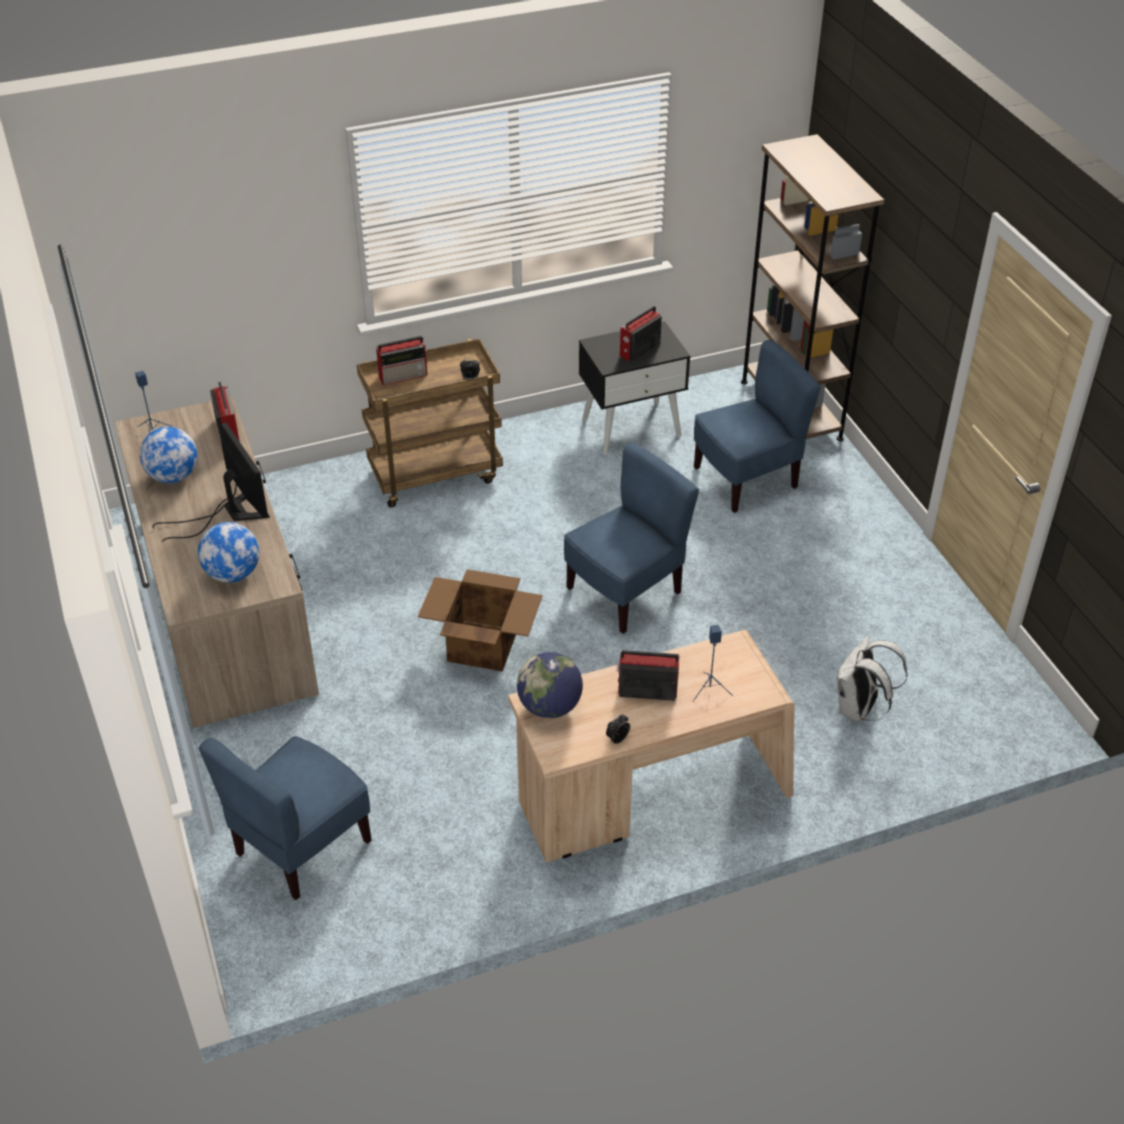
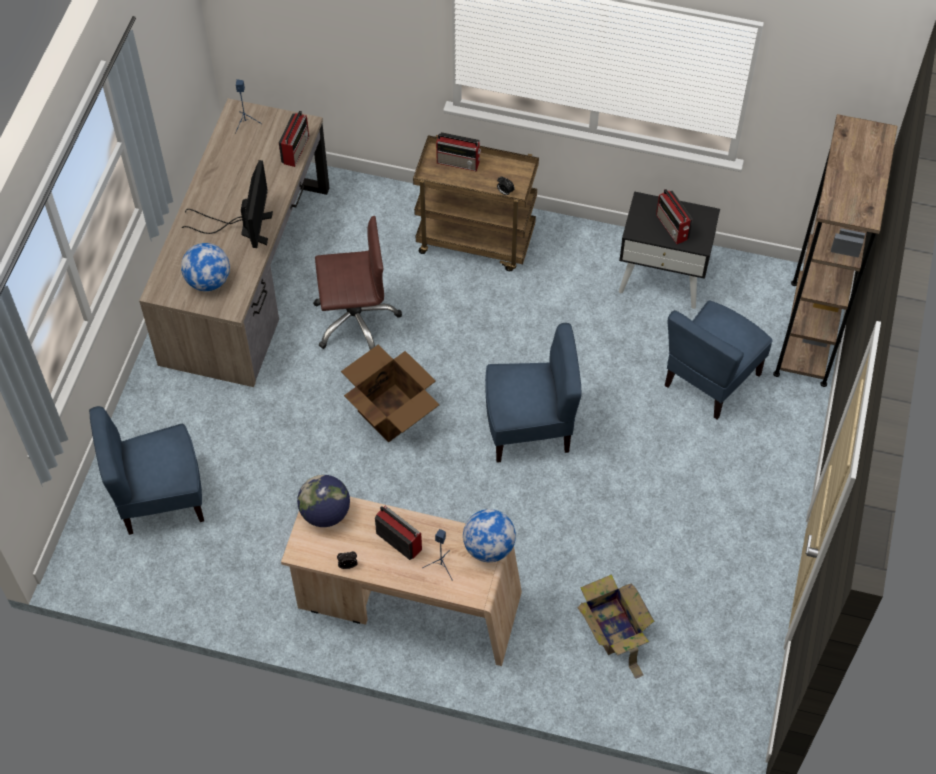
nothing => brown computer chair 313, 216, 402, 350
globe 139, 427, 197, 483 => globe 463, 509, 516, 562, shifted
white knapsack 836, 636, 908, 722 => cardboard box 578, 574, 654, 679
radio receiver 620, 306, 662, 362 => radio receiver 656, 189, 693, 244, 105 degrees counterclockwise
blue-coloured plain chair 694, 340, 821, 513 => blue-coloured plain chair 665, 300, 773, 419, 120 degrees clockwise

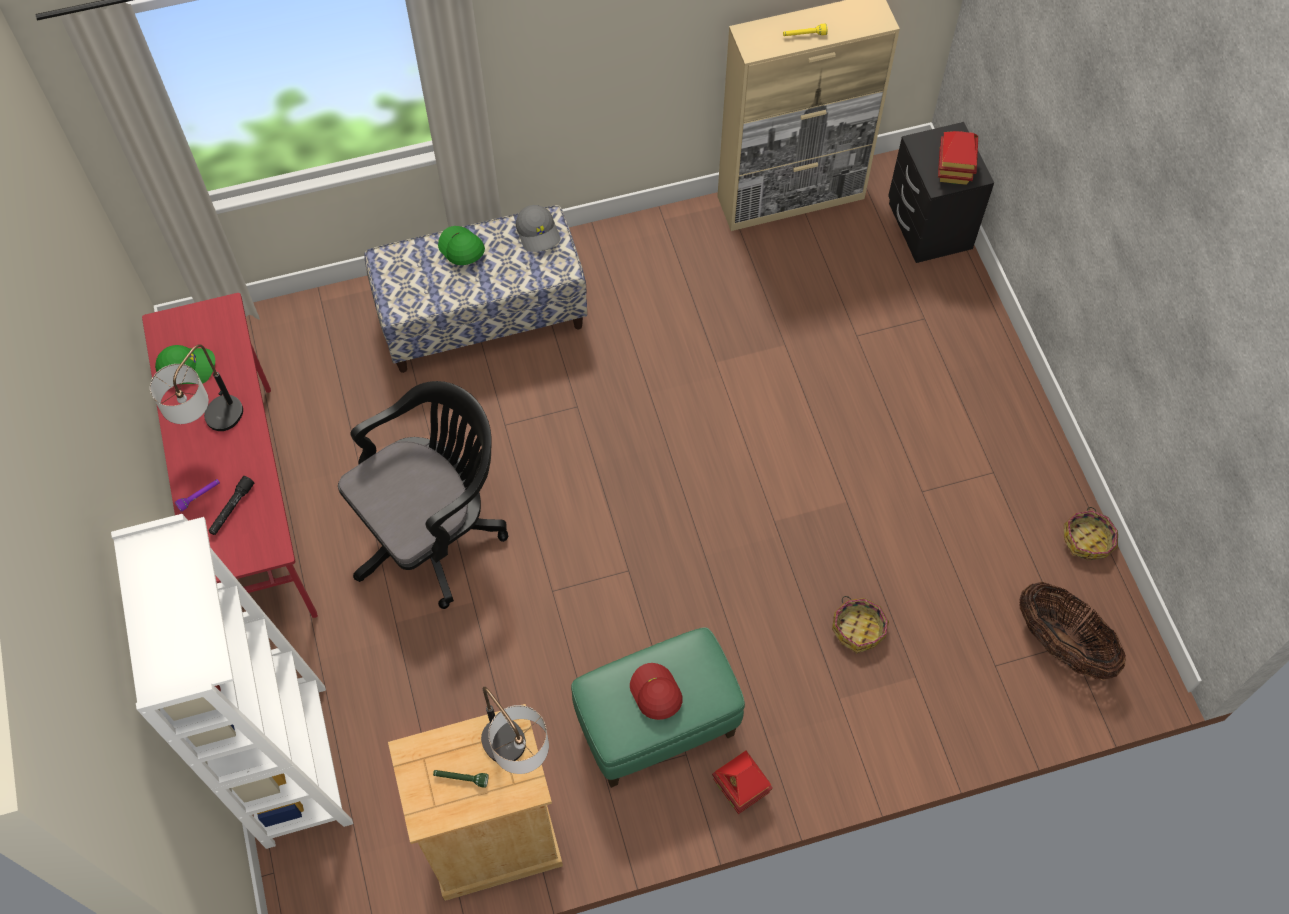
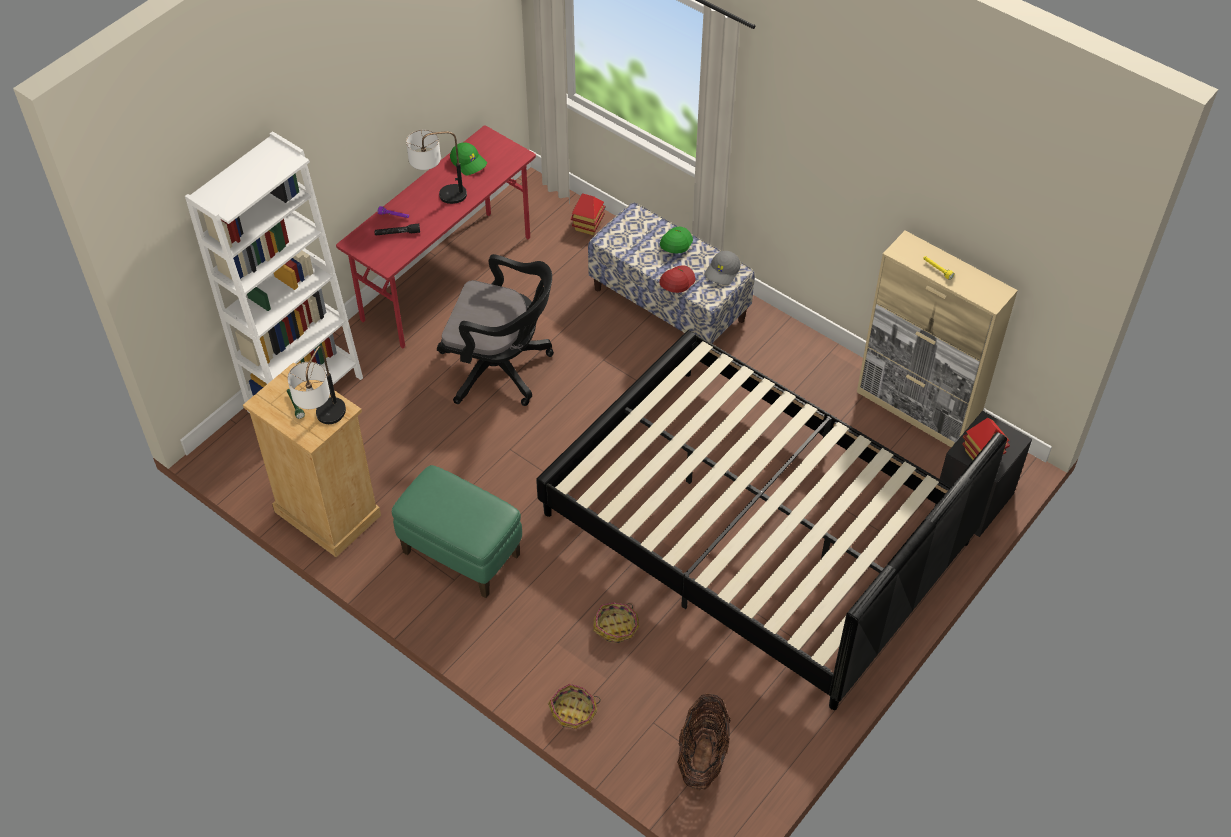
nothing => blackish bed 536, 330, 1007, 710
household basket 1064, 507, 1118, 561 => household basket 548, 684, 601, 729, shifted
miniature house 712, 751, 773, 814 => miniature house 571, 193, 605, 235, shifted
red baseball cap 630, 663, 683, 720 => red baseball cap 659, 265, 695, 293, shifted

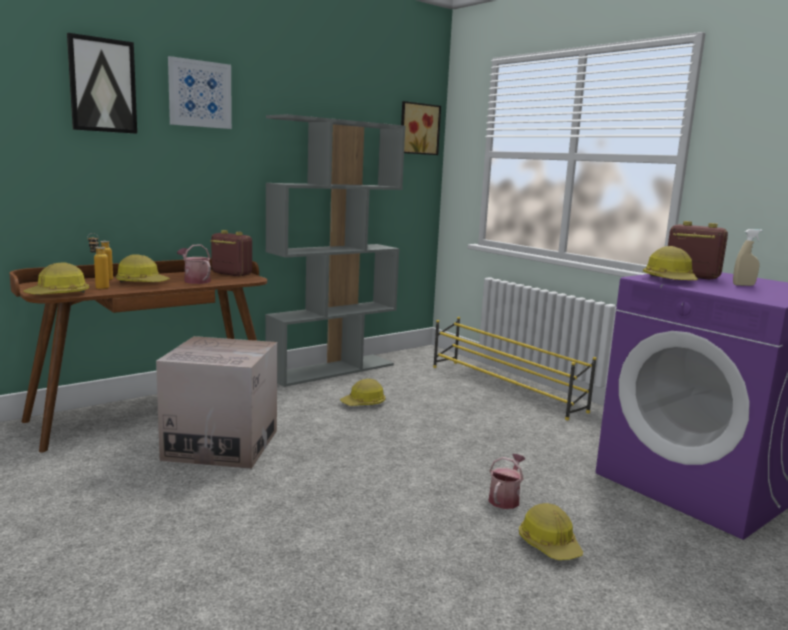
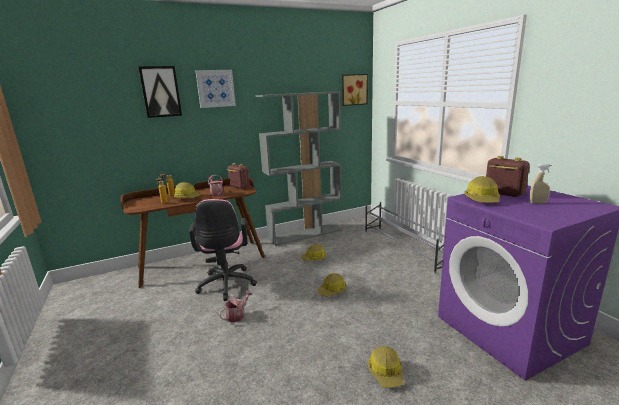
cardboard box 156, 336, 277, 469 => pinkish computer chair 189, 199, 257, 301
watering pot 489, 454, 526, 509 => watering pot 219, 291, 253, 322, shifted
safety helmet 23, 262, 89, 295 => safety helmet 317, 273, 346, 296, shifted
yellow-coloured shoe stand 433, 317, 596, 420 => gray shoe stand 365, 202, 445, 274

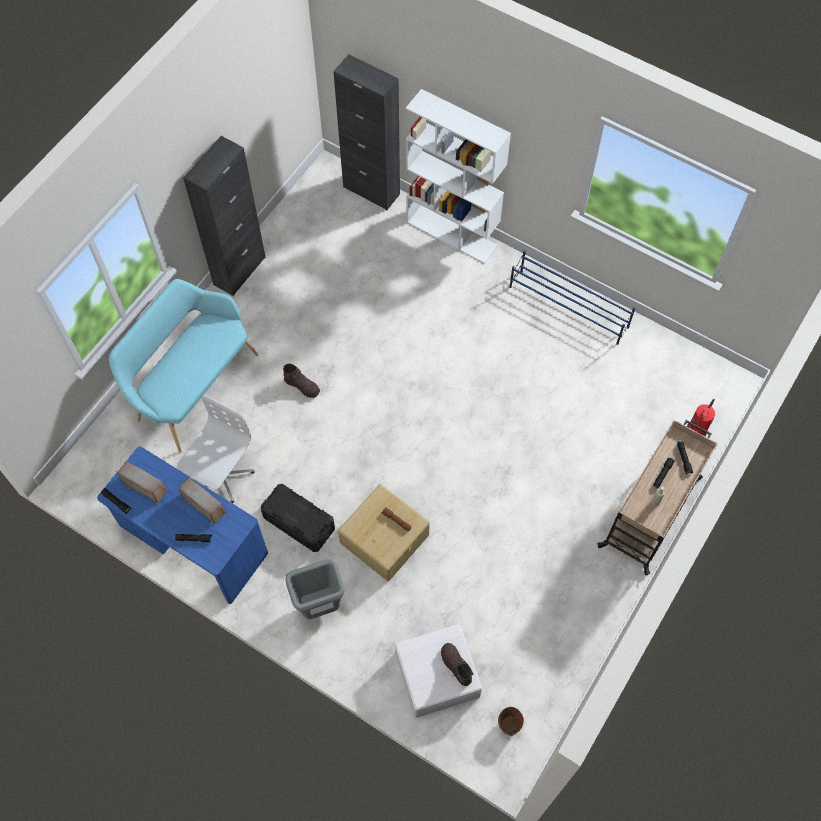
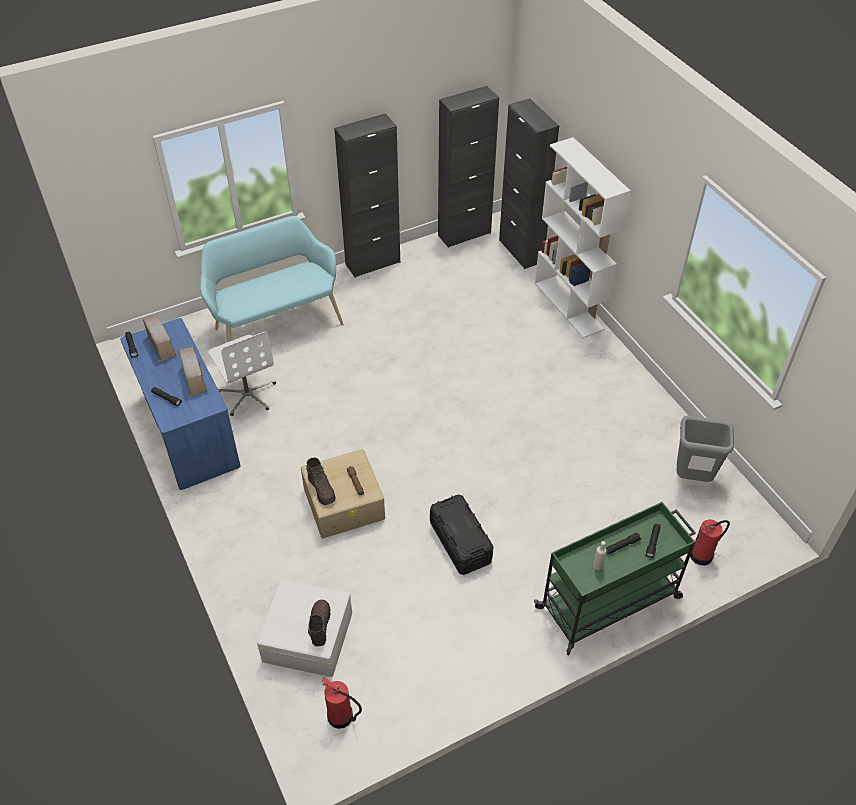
white computer chair 177, 395, 254, 503 => white computer chair 208, 332, 276, 416, 90 degrees clockwise
brown tall boot 283, 364, 320, 398 => brown tall boot 306, 457, 336, 505, shifted
brown water bucket 498, 707, 524, 736 => extinguisher 322, 678, 362, 729
blackish storage box 261, 484, 335, 552 => blackish storage box 430, 494, 493, 575, shifted
nothing => blackish cupboard 438, 86, 499, 248
beige-coloured cart 597, 420, 718, 575 => green cart 534, 502, 696, 655
gray trash can 285, 559, 345, 619 => gray trash can 677, 415, 734, 482, shifted
blue-coloured shoe stand 509, 250, 635, 345 => nothing

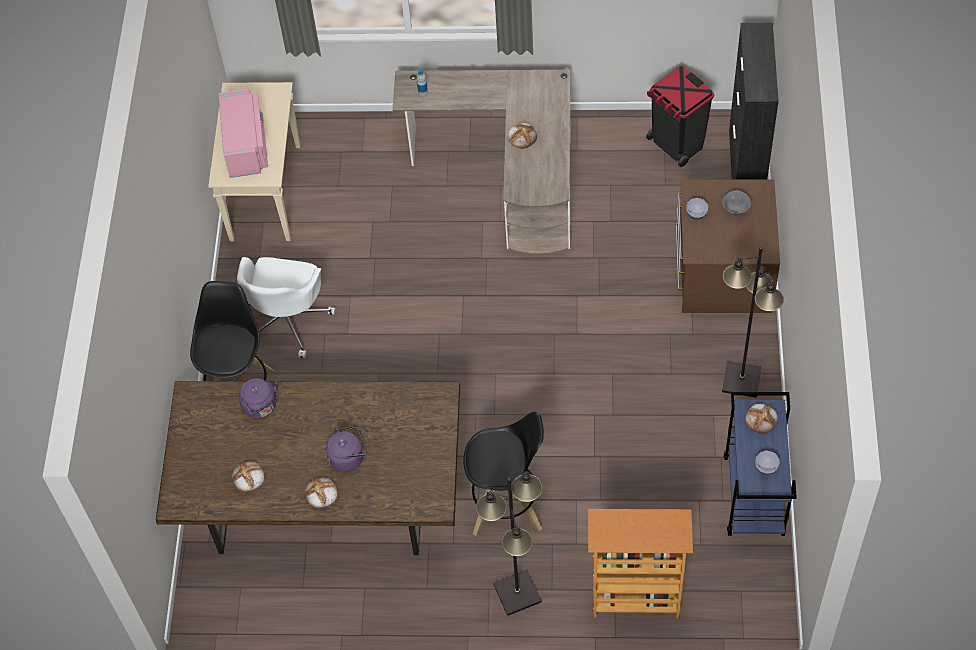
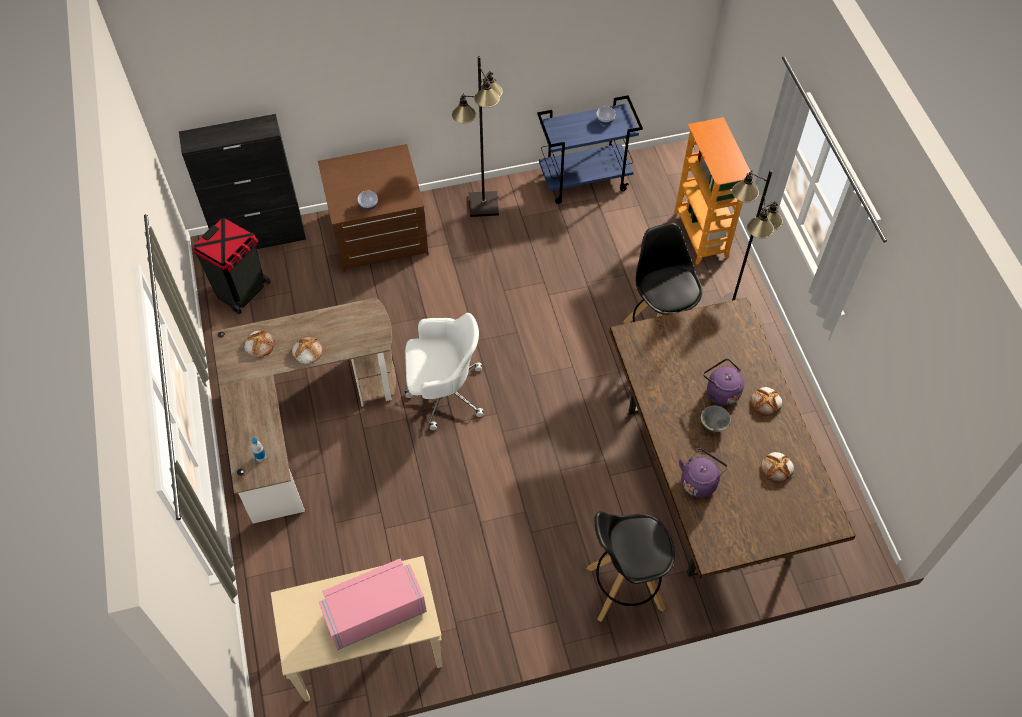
bread 745, 404, 778, 434 => bread 244, 331, 275, 357, shifted
white computer chair 237, 257, 336, 358 => white computer chair 404, 313, 483, 430, shifted
gray bowl 723, 190, 751, 215 => gray bowl 701, 405, 731, 432, shifted

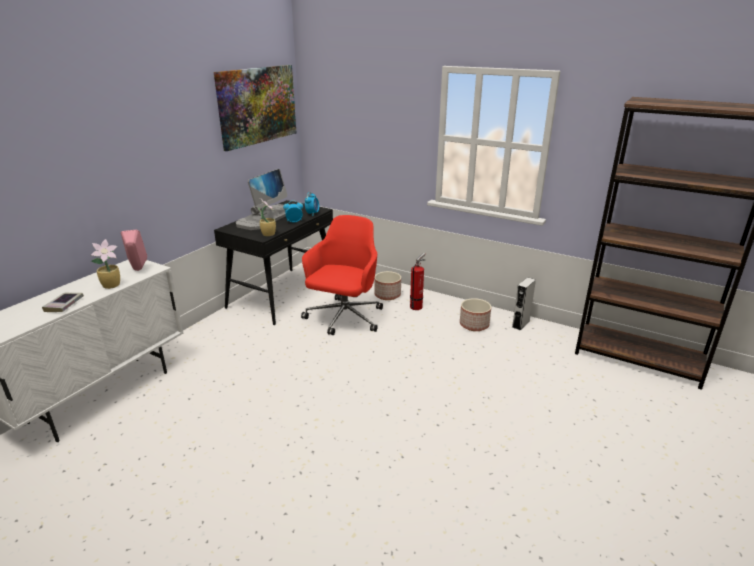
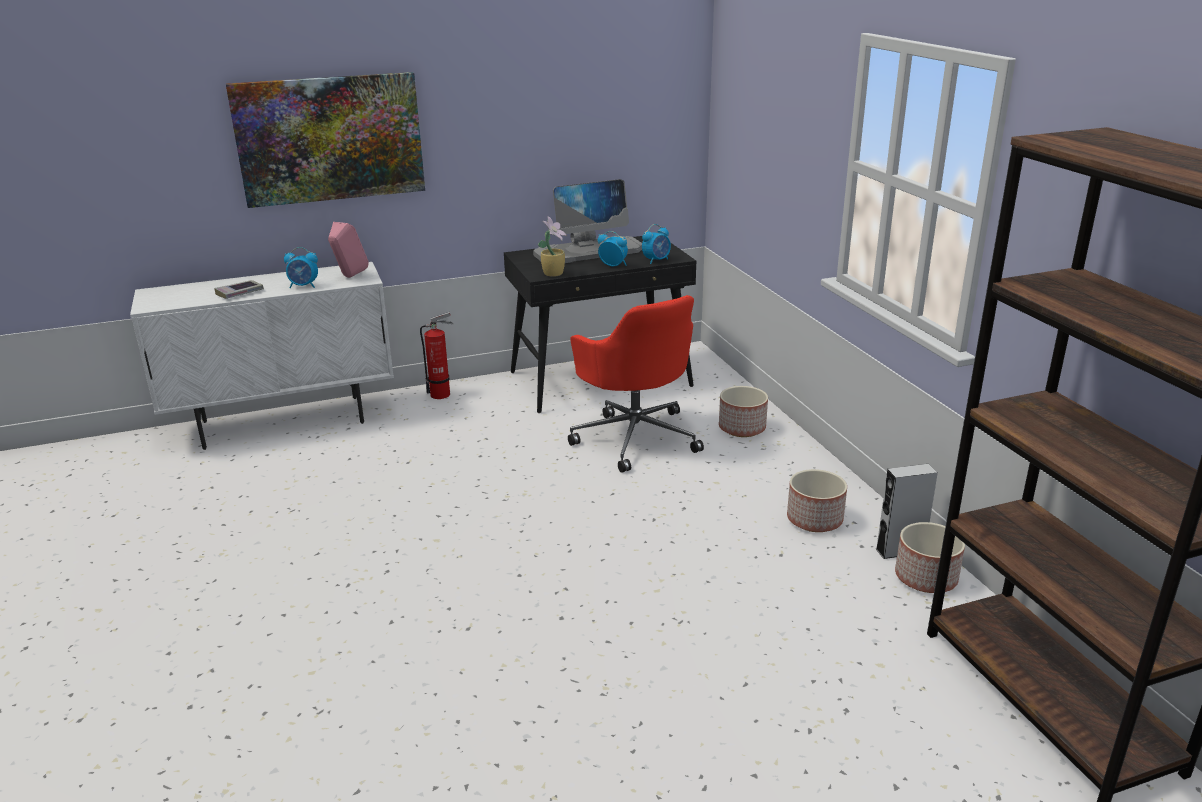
wall picture 214, 65, 296, 151 => wall picture 226, 72, 425, 208, shifted
houseplant 91, 239, 120, 289 => alarm clock 284, 247, 318, 288
extinguisher 410, 253, 425, 310 => extinguisher 420, 312, 453, 399, shifted
red computer chair 301, 215, 383, 335 => red computer chair 568, 295, 704, 473, 90 degrees clockwise
nothing => plant pot 895, 522, 965, 593

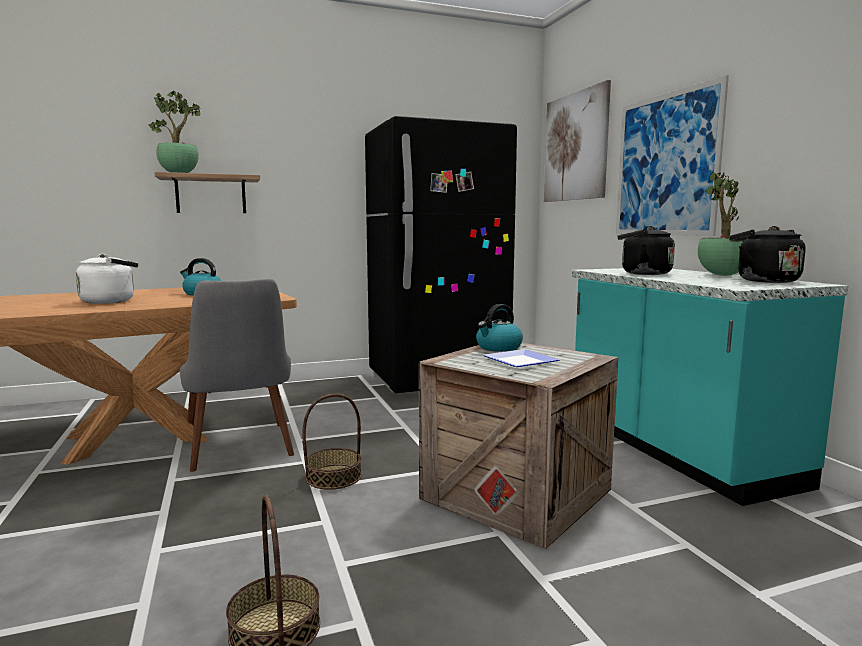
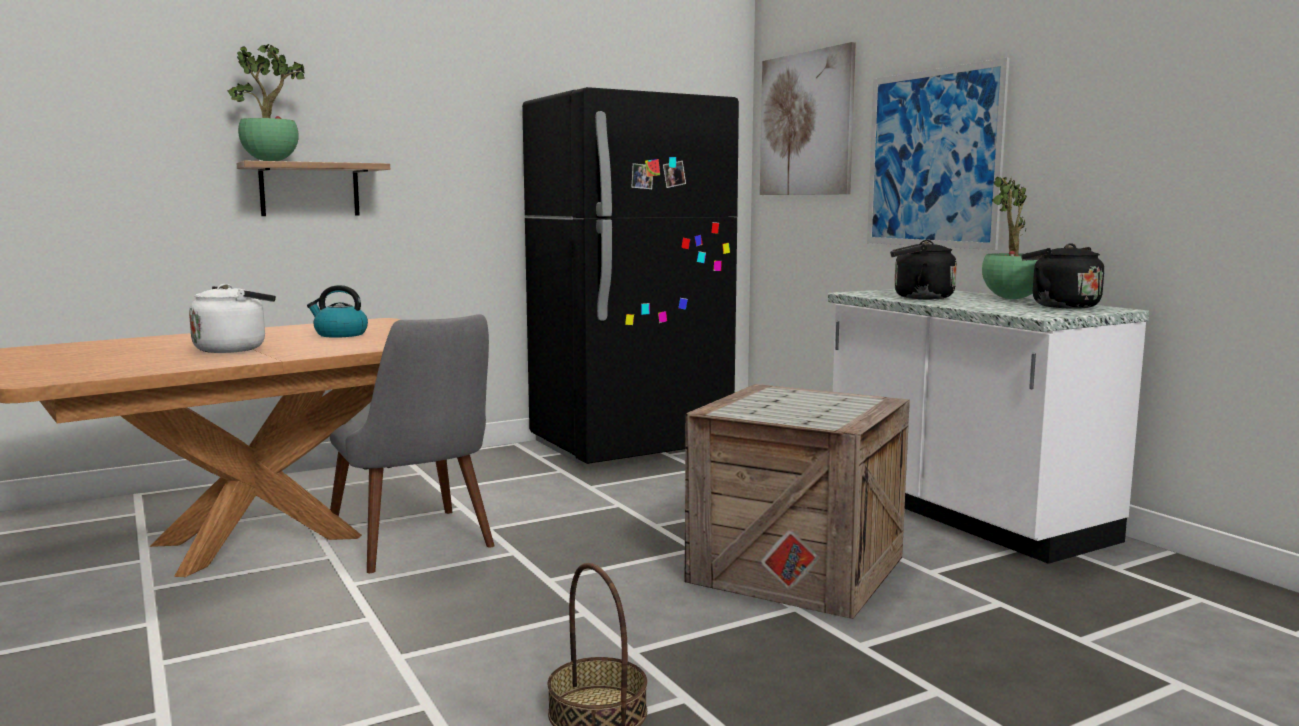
turquoise kitchen base unit 572, 268, 848, 506 => white kitchen base unit 828, 289, 1149, 564
household basket 302, 394, 362, 490 => nothing
water kettle 476, 304, 523, 352 => nothing
flat dish 483, 349, 560, 367 => nothing

